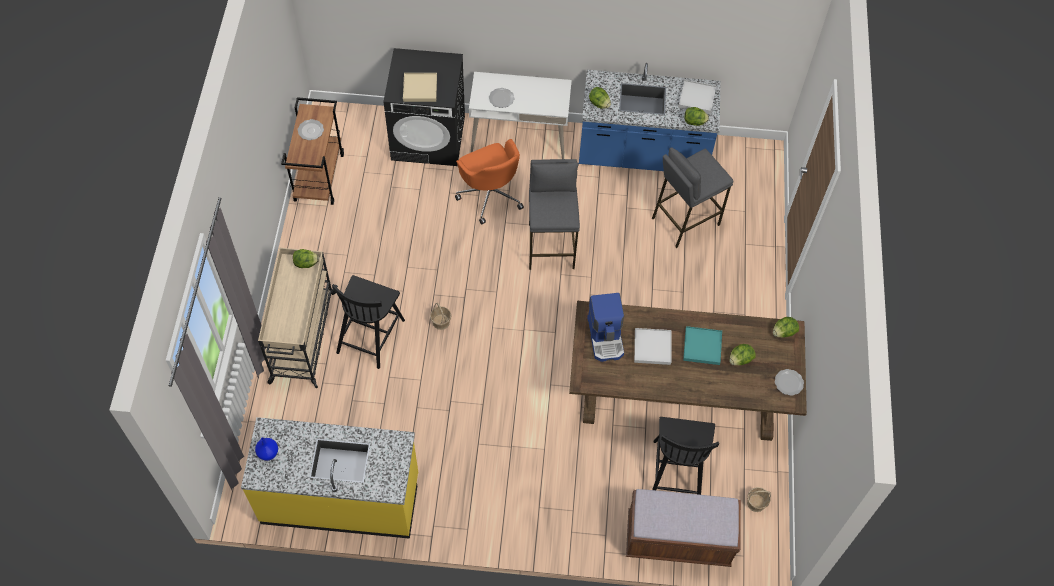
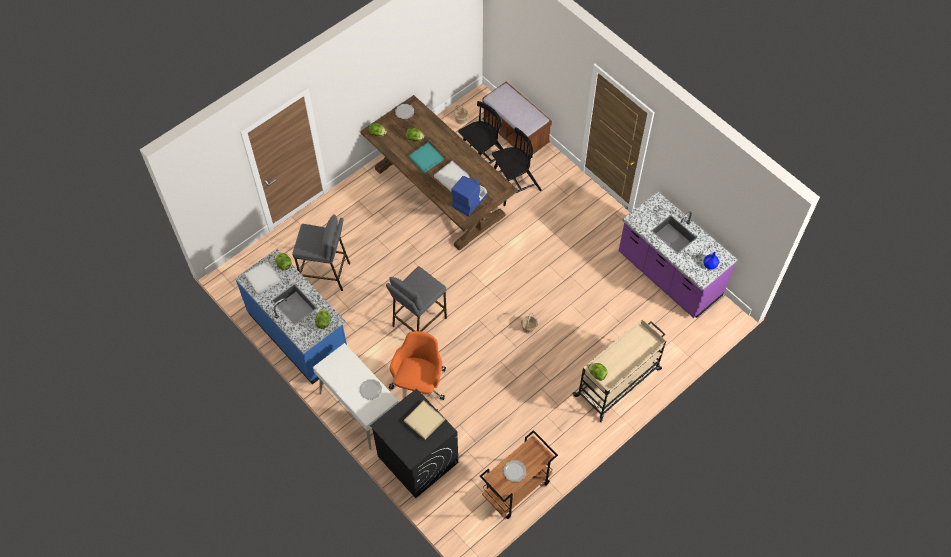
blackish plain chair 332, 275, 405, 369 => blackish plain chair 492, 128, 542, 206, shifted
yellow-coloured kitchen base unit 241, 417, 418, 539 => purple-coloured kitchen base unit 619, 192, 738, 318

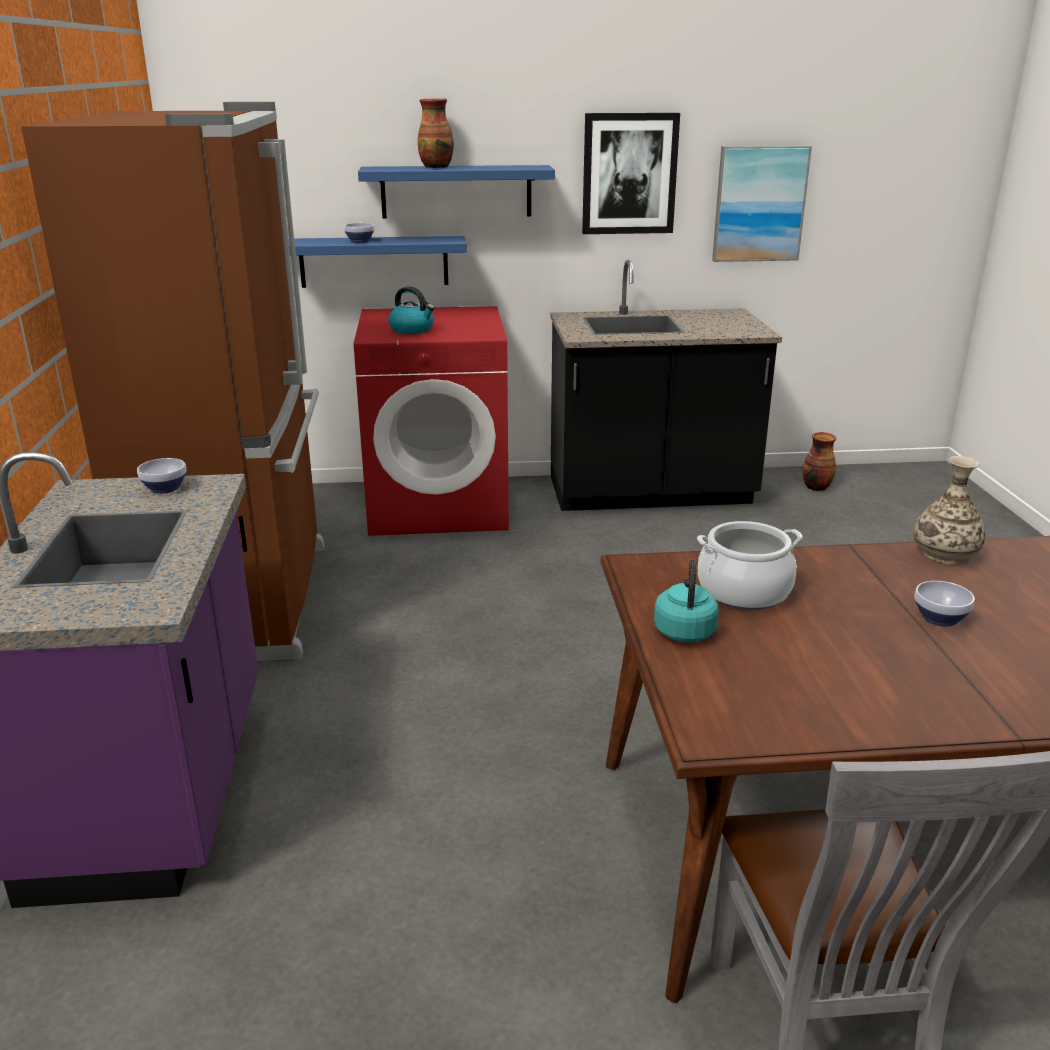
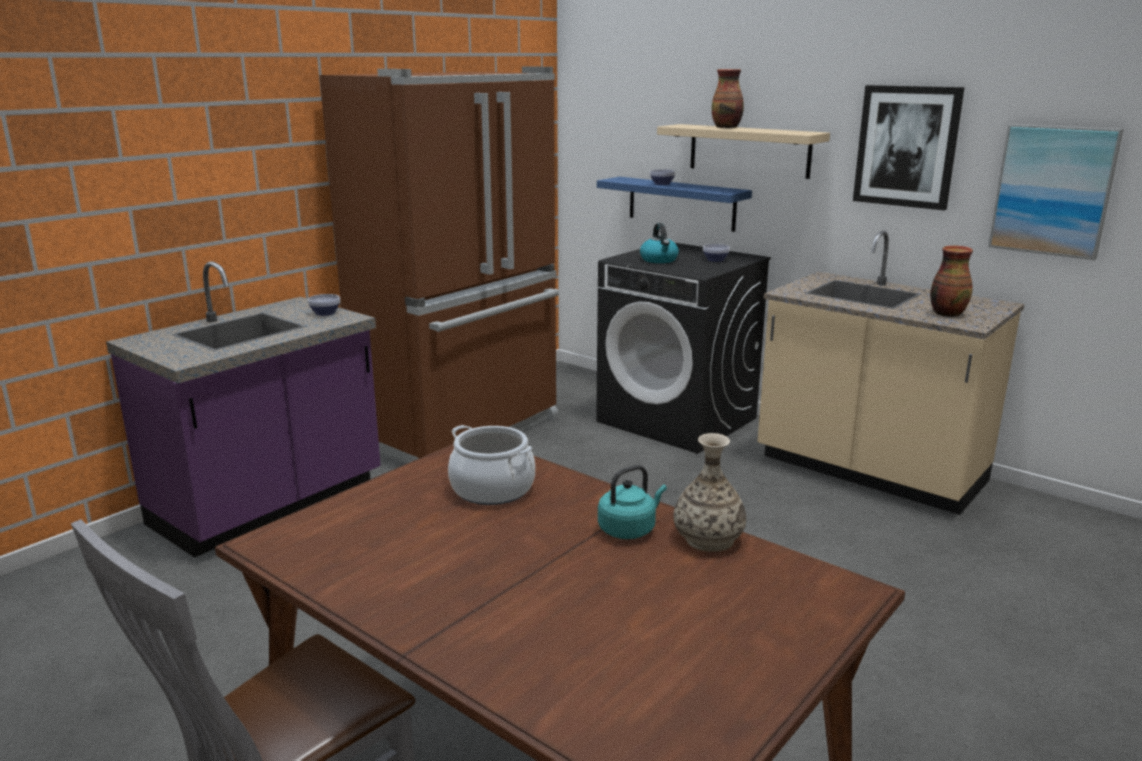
red washing machine 354, 306, 509, 536 => blackish washing machine 596, 243, 771, 454
turquoise water kettle 654, 559, 719, 642 => turquoise water kettle 598, 465, 667, 539, shifted
blue-coloured wall shelf 358, 165, 555, 219 => beige-coloured wall shelf 657, 124, 830, 179
bowl 915, 581, 975, 626 => bowl 703, 244, 730, 262, shifted
blackish kitchen base unit 551, 260, 782, 511 => beige-coloured kitchen base unit 757, 230, 1024, 515
decorative vase 803, 432, 836, 491 => decorative vase 930, 246, 973, 317, shifted

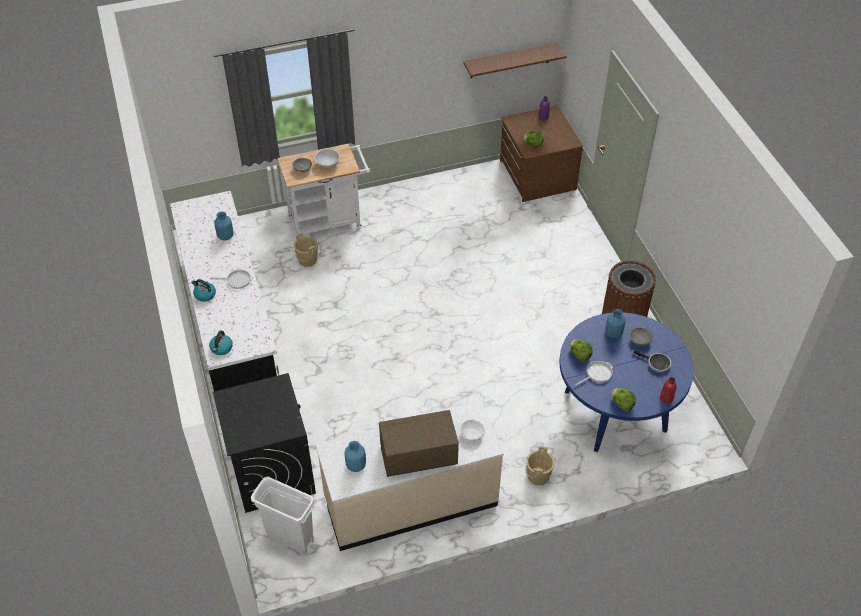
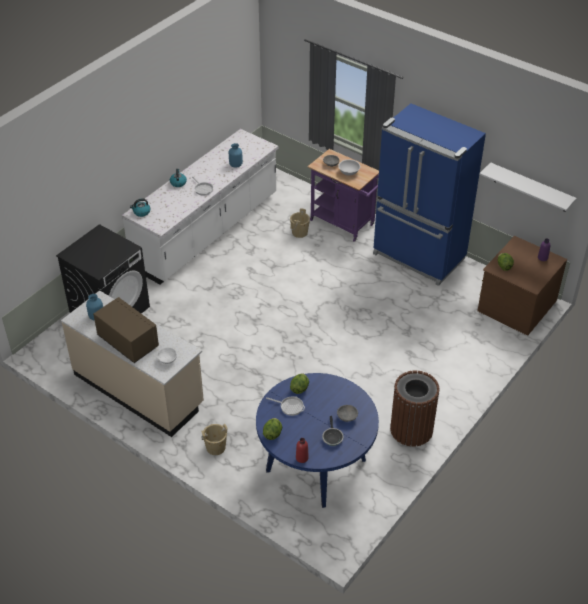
blackish kitchen base unit 170, 191, 279, 391 => white kitchen base unit 122, 129, 278, 285
white cart 277, 143, 371, 235 => purple-coloured cart 308, 149, 379, 242
nothing => blue-coloured fridge 373, 103, 486, 286
brown wall shelf 463, 43, 566, 78 => white wall shelf 479, 162, 577, 212
white trash can 251, 476, 315, 554 => nothing
blue-coloured decorative vase 605, 309, 626, 339 => nothing

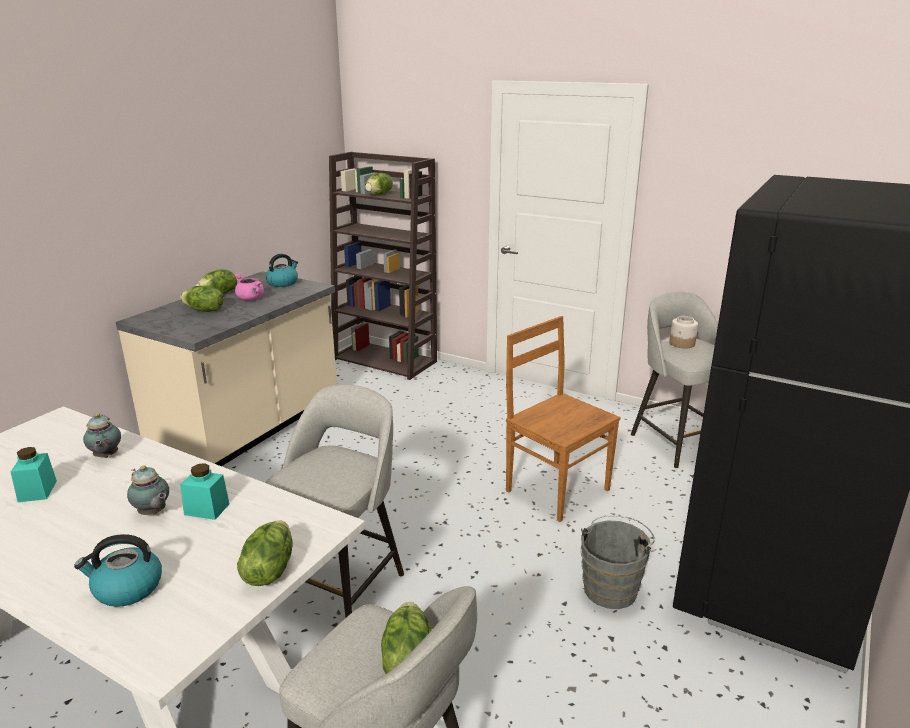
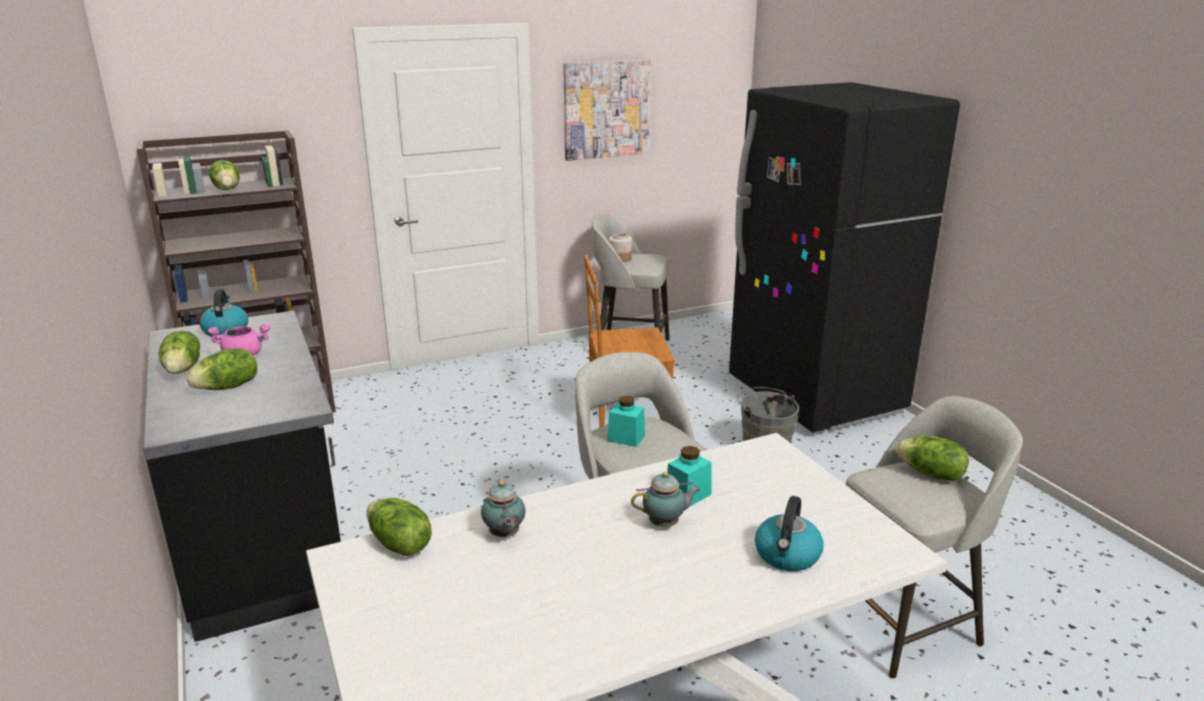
beige-coloured kitchen base unit 116, 271, 337, 466 => blackish kitchen base unit 143, 311, 341, 642
lettuce 237, 520, 293, 586 => lettuce 366, 498, 432, 556, shifted
pot for tea 83, 413, 121, 458 => pot for tea 481, 480, 526, 537, 60 degrees clockwise
nothing => wall picture 563, 59, 651, 161
turquoise jar 11, 447, 57, 502 => turquoise jar 607, 396, 645, 447, shifted

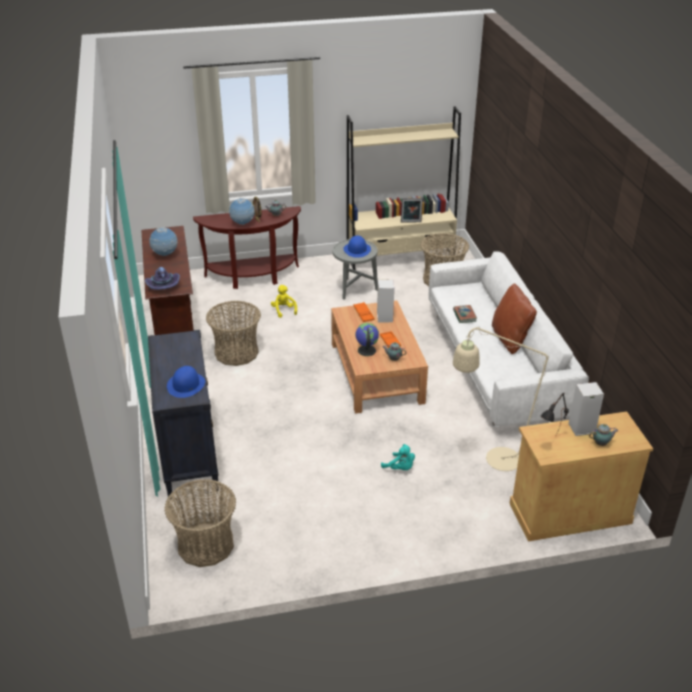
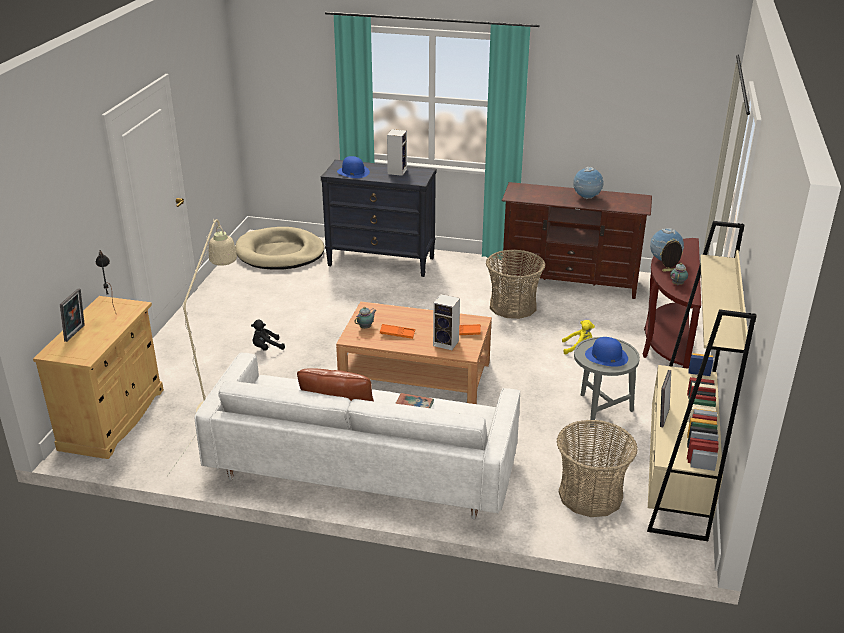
pot for tea 589, 424, 618, 446 => picture frame 60, 288, 85, 342
household basket 164, 479, 236, 567 => beige-coloured dog bed 235, 227, 324, 270
turquoise soft toy 381, 444, 415, 470 => blackish soft toy 251, 320, 285, 351
speaker 569, 382, 604, 436 => speaker 387, 129, 407, 176, shifted
purple-coloured wearable hat 145, 267, 180, 290 => nothing
globe 355, 323, 379, 356 => nothing

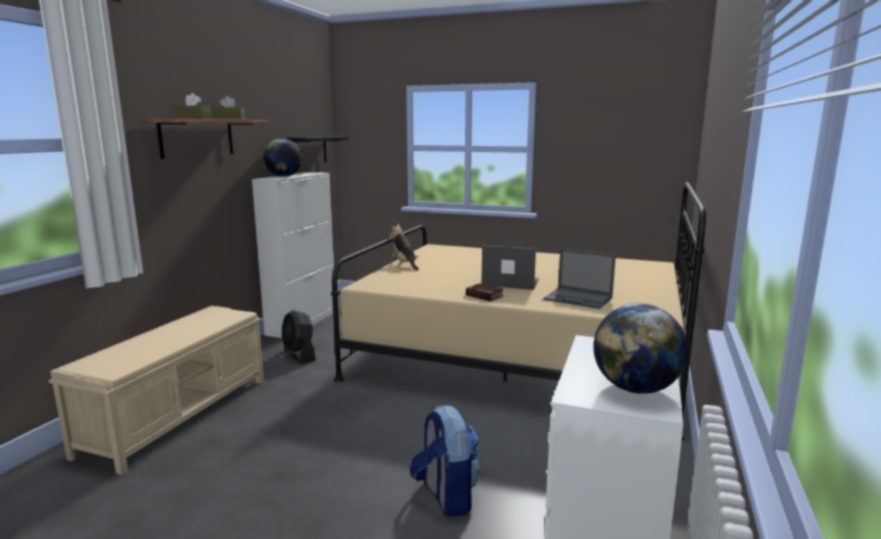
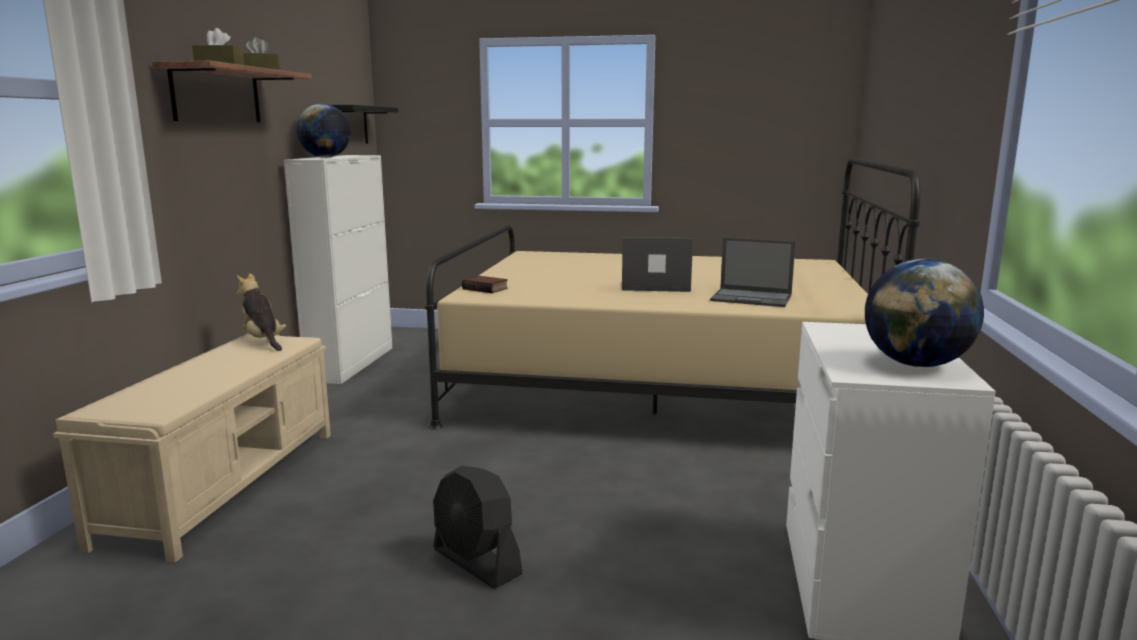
soft toy 390, 224, 419, 271 => soft toy 237, 273, 286, 351, shifted
blackish cooling fan 282, 310, 316, 364 => blackish cooling fan 433, 466, 523, 589, shifted
book 466, 284, 504, 301 => book 462, 276, 508, 293, shifted
knapsack 410, 405, 480, 517 => nothing

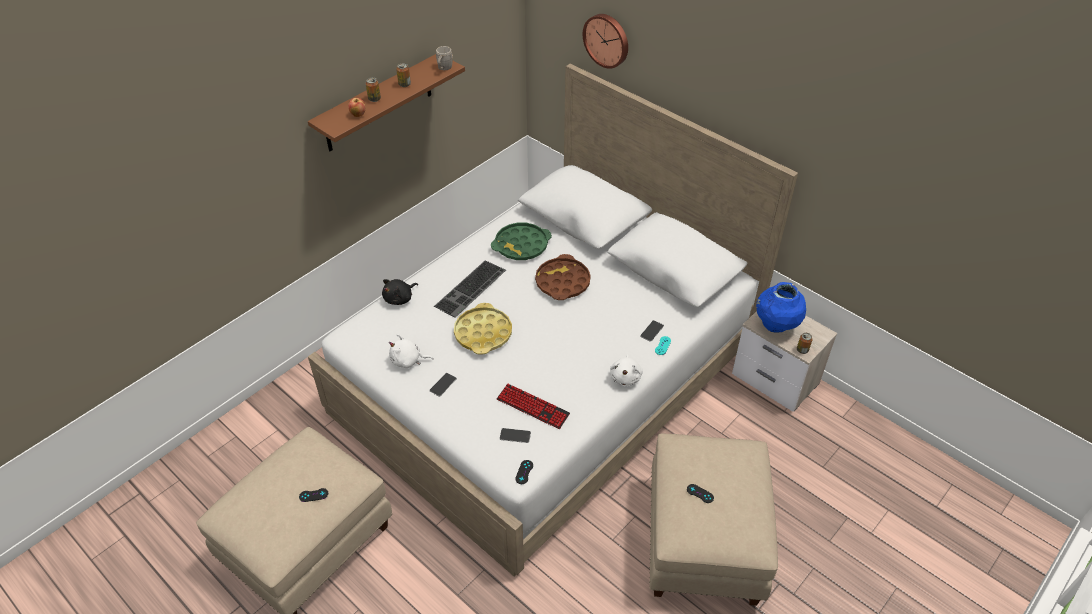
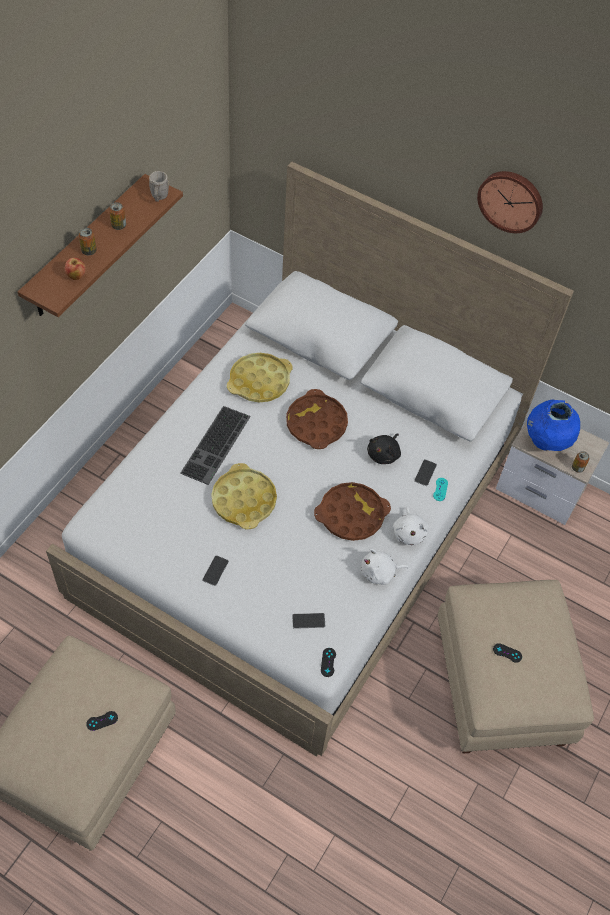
green carrying tray 491, 223, 552, 260 => yellow-coloured carrying tray 227, 353, 293, 403
nothing => brown carrying tray 314, 482, 391, 541
white soft toy 389, 334, 434, 368 => white soft toy 361, 548, 408, 585, shifted
blackish soft toy 382, 279, 418, 305 => blackish soft toy 367, 433, 401, 464, shifted
clock on the wall 583, 14, 628, 69 => clock on the wall 477, 171, 543, 233, shifted
keyboard 497, 384, 570, 429 => nothing

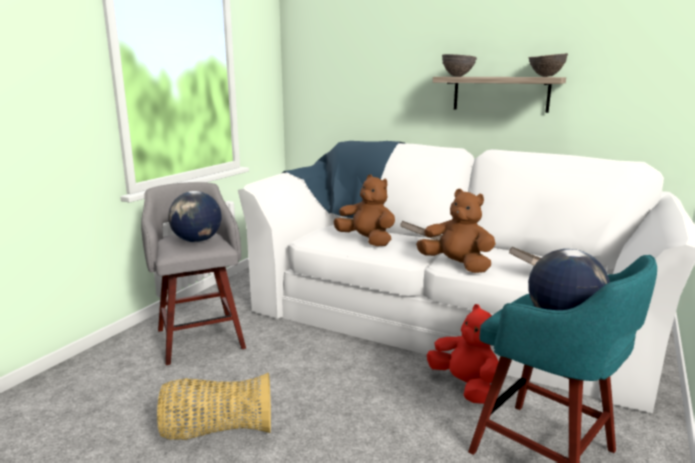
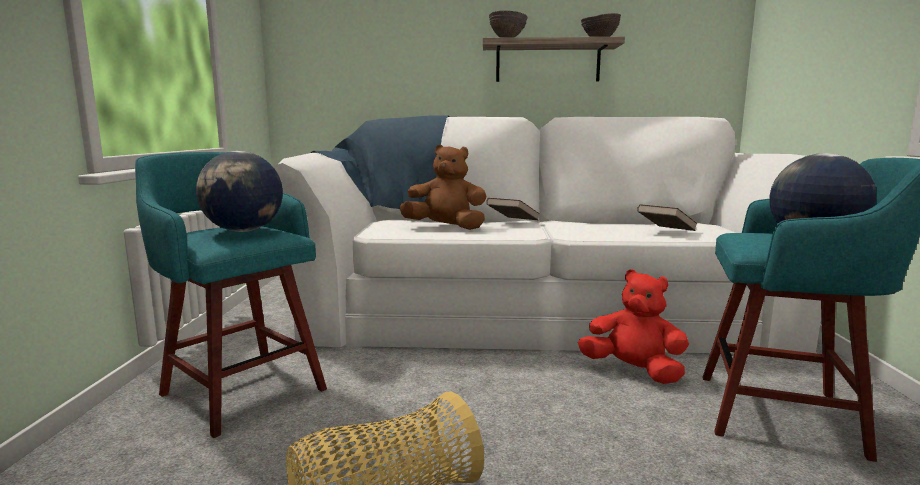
gray stool seat 141, 182, 246, 365 => turquoise stool seat 135, 152, 327, 438
brown soft toy 416, 189, 495, 273 => nothing

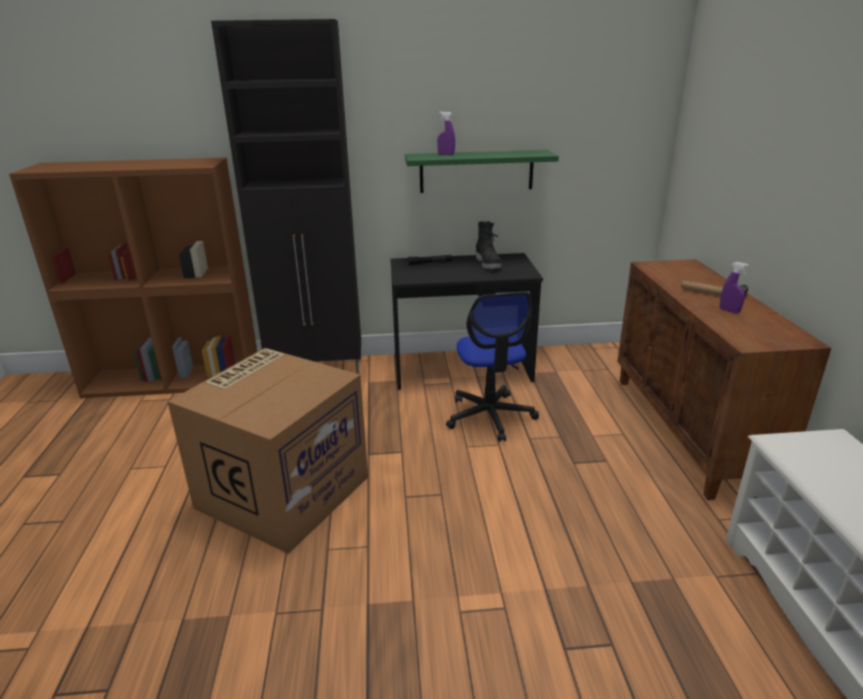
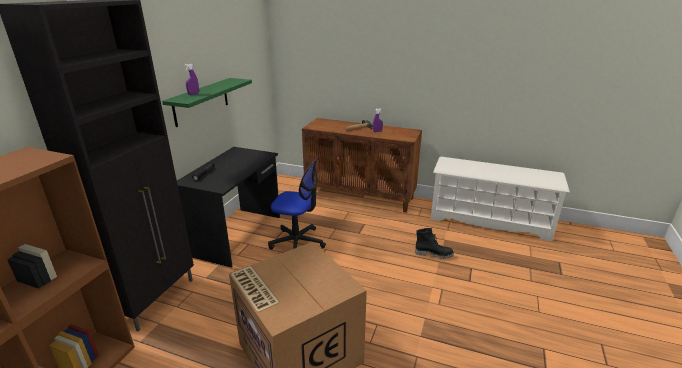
blackish tall boot 476, 221, 502, 269 => blackish tall boot 415, 228, 454, 259, shifted

